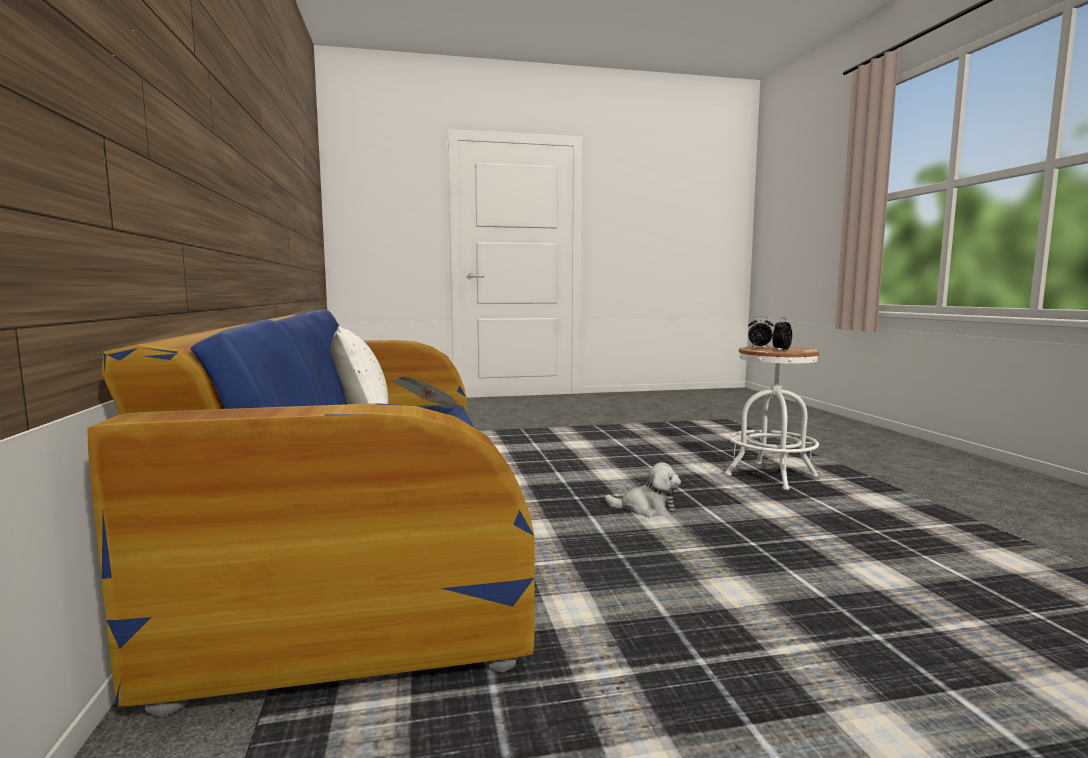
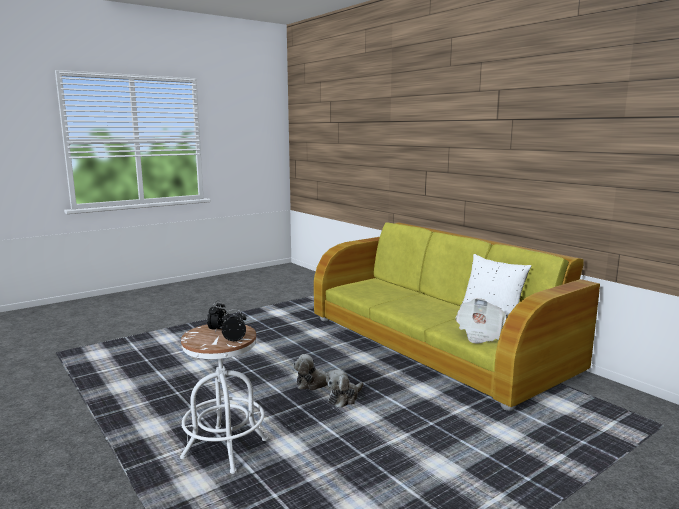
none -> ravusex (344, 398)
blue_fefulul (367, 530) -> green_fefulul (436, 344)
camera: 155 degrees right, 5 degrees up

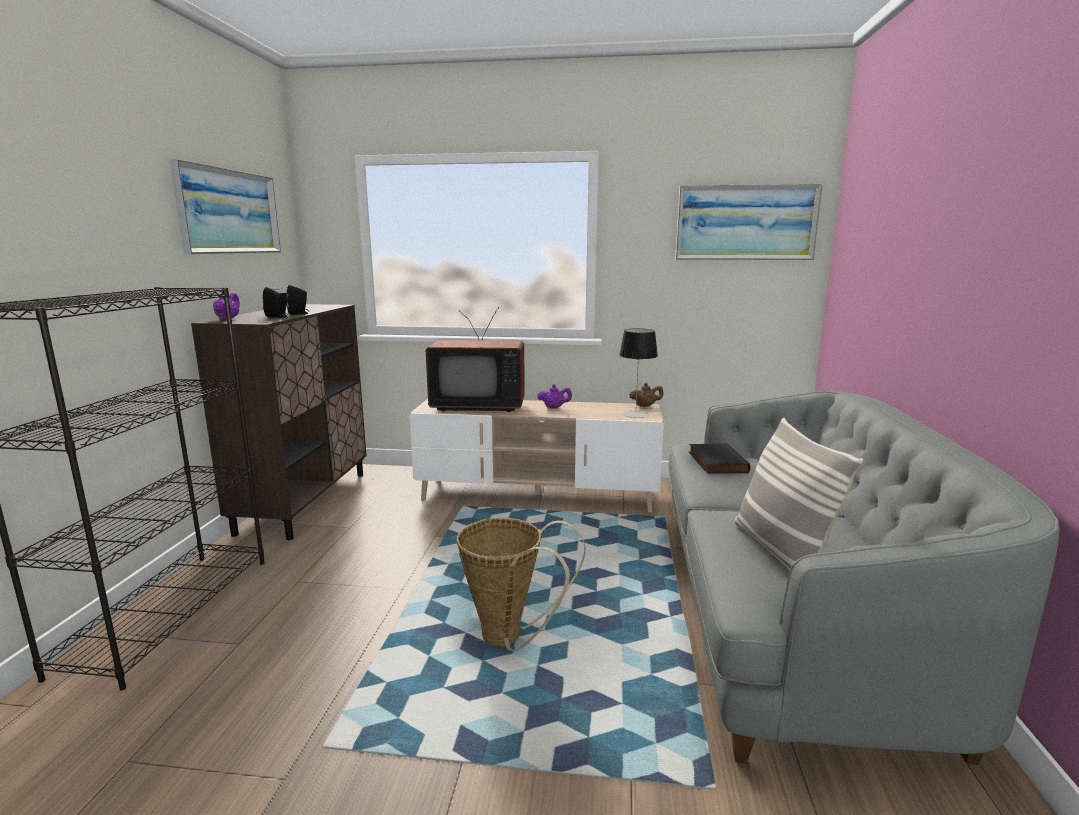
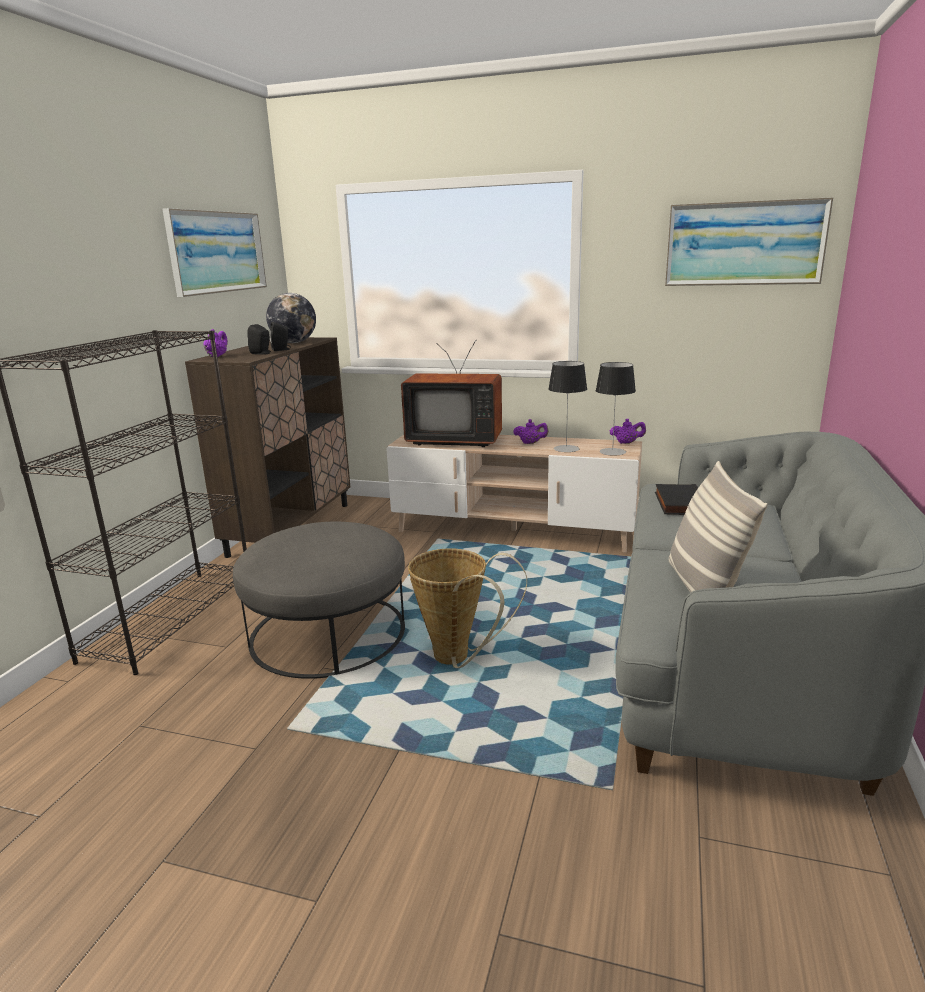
none -> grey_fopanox (328, 632)
none -> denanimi (294, 342)
none -> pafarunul (566, 449)
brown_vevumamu (645, 406) -> purple_vevumamu (627, 443)
camera: 10 degrees right, 5 degrees up

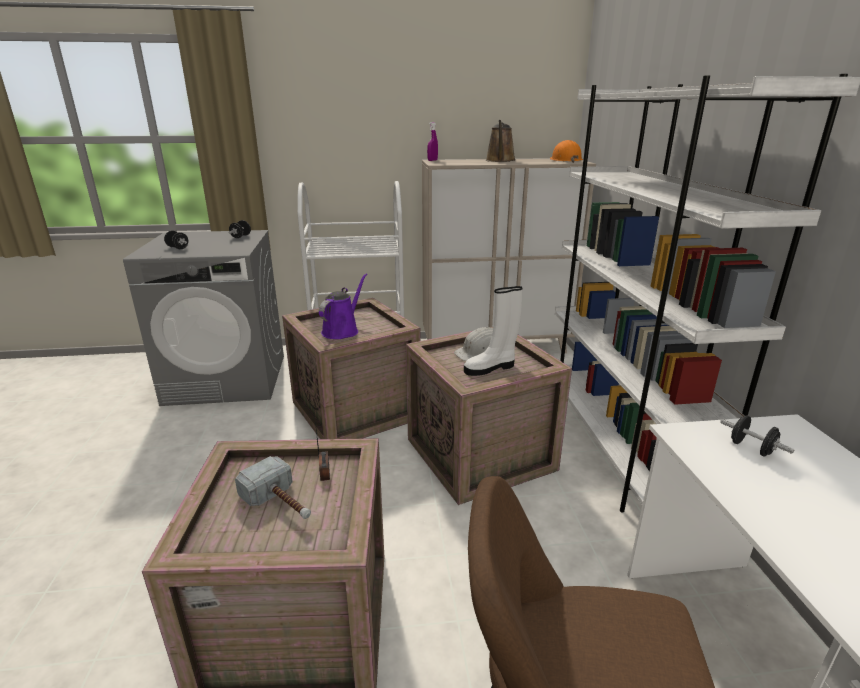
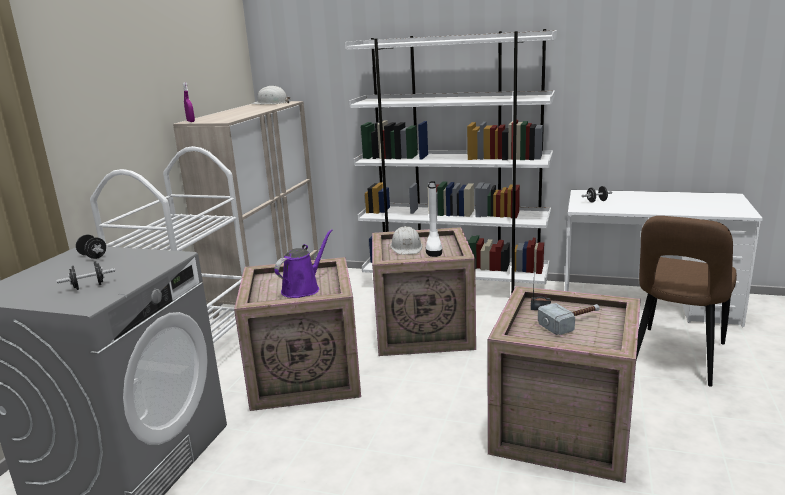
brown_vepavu (500, 161) -> none
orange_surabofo (565, 160) -> white_surabofo (271, 103)
purple_vepavu (342, 330) -> purple_vepavu (303, 289), 75 degrees clockwise
camera: 65 degrees left, 5 degrees down

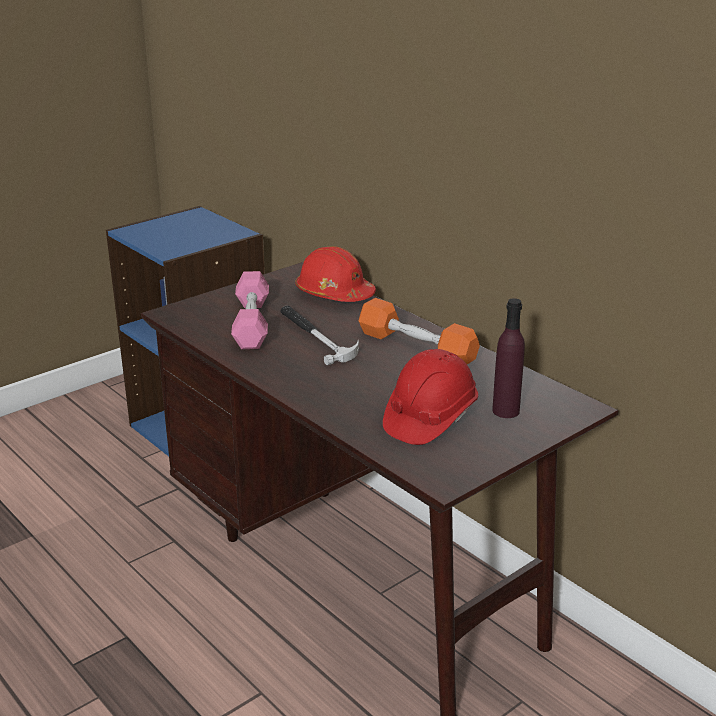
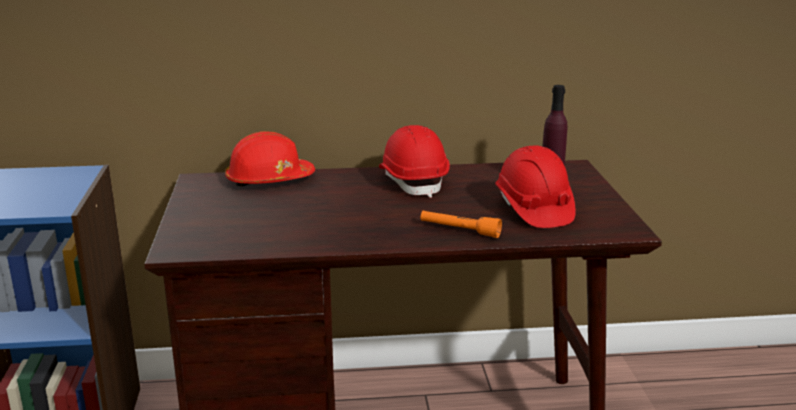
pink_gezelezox (251, 323) -> none
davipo (315, 336) -> none
none -> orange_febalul (459, 230)
orange_gezelezox (416, 347) -> red_surabofo (413, 181)
camera: 55 degrees left, 5 degrees down

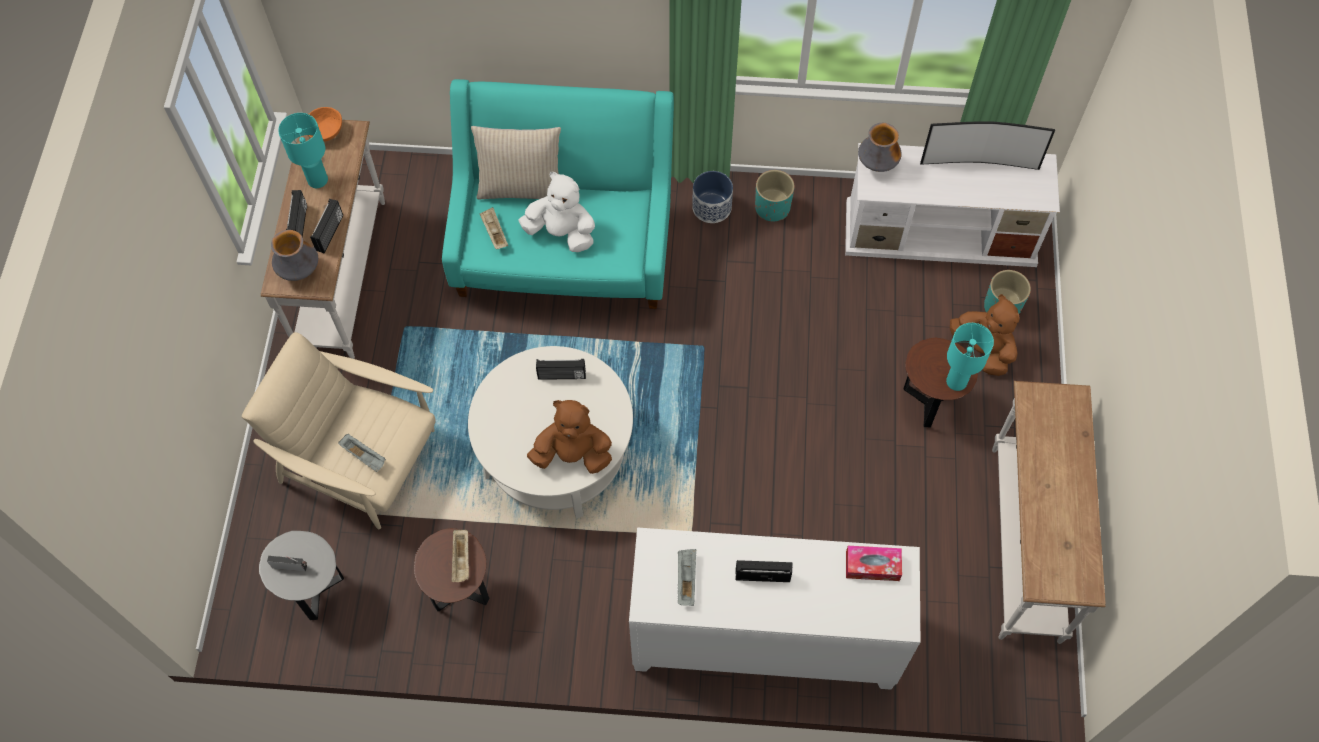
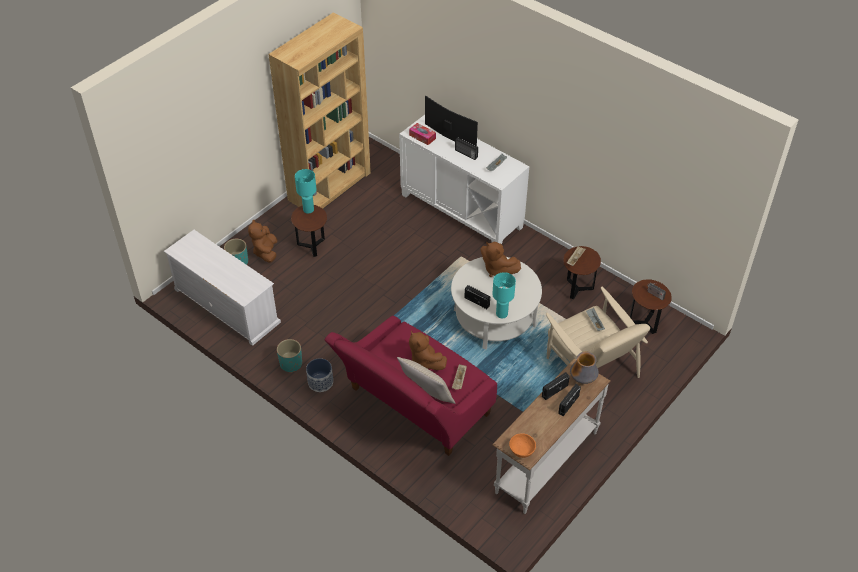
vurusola (876, 165) -> none
turquoise_pafarunul (318, 180) -> turquoise_pafarunul (501, 314), shifted
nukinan (979, 162) -> nukinan (448, 138), shifted
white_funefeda (1023, 542) -> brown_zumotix (330, 186)
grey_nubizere (316, 591) -> brown_nubizere (645, 323)
turquoise_fefulul (564, 247) -> red_fefulul (414, 407)
white_ravusex (561, 233) -> brown_ravusex (424, 361)
camera: 145 degrees left, 15 degrees down

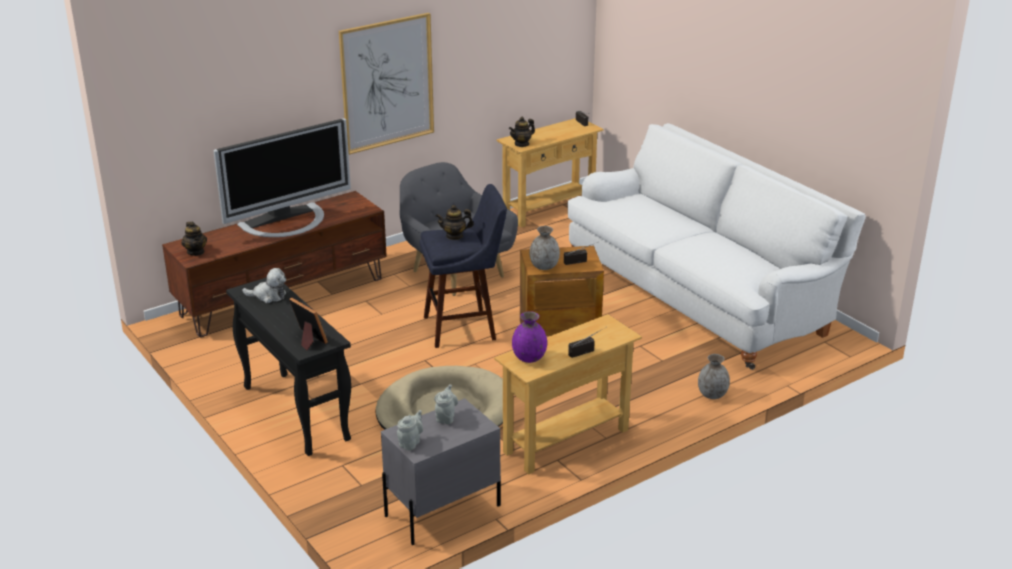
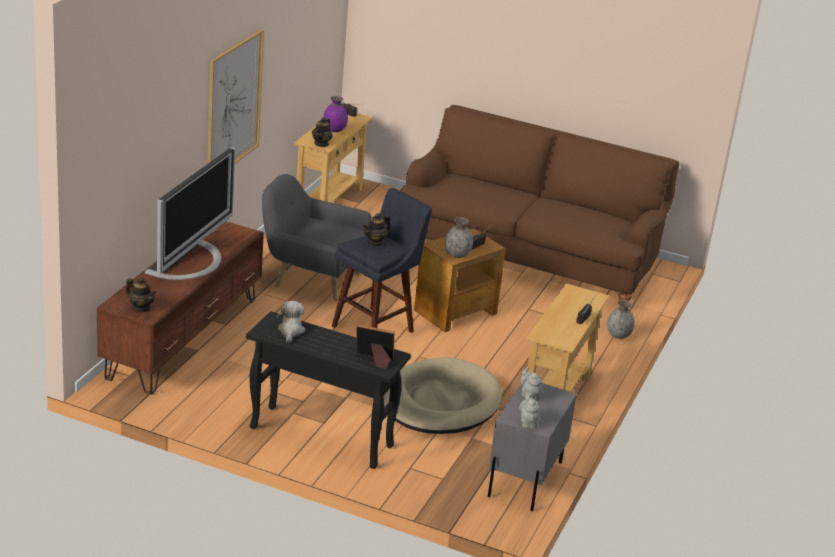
purple_vurusola (529, 358) -> purple_vurusola (334, 130), shifted
white_fefulul (699, 295) -> brown_fefulul (528, 256)
ravusex (268, 296) -> ravusex (291, 331), 60 degrees counterclockwise
camera: 35 degrees left, 0 degrees up

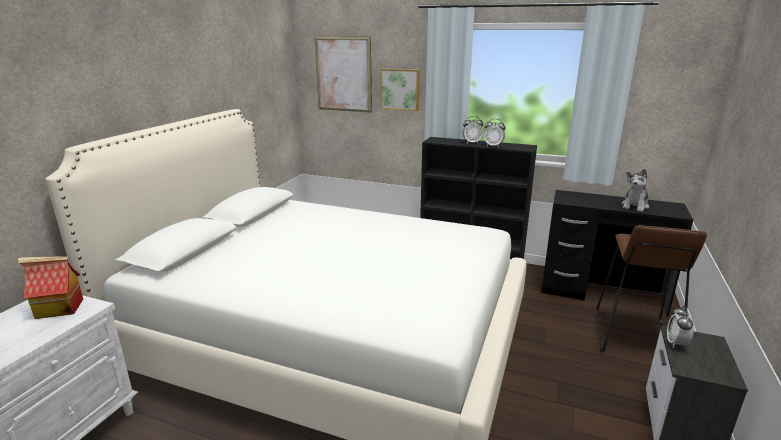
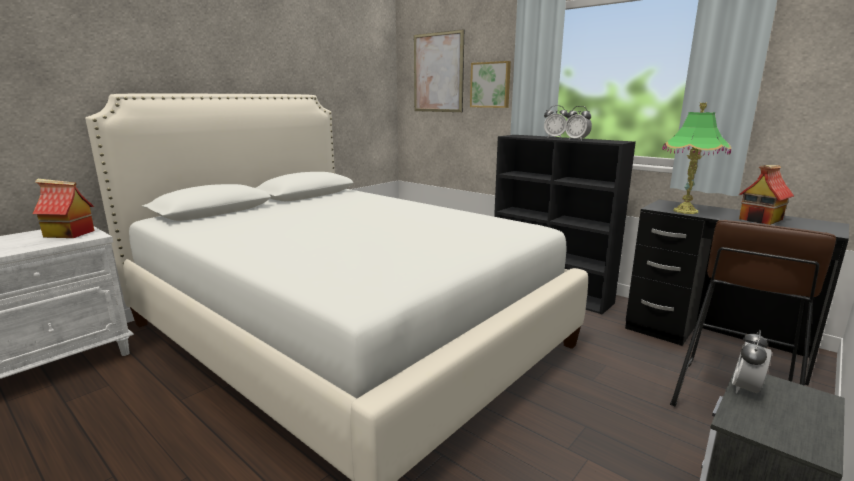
none -> pafarunul (685, 211)
ravusex (635, 206) -> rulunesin (761, 219)
camera: 20 degrees right, 5 degrees down

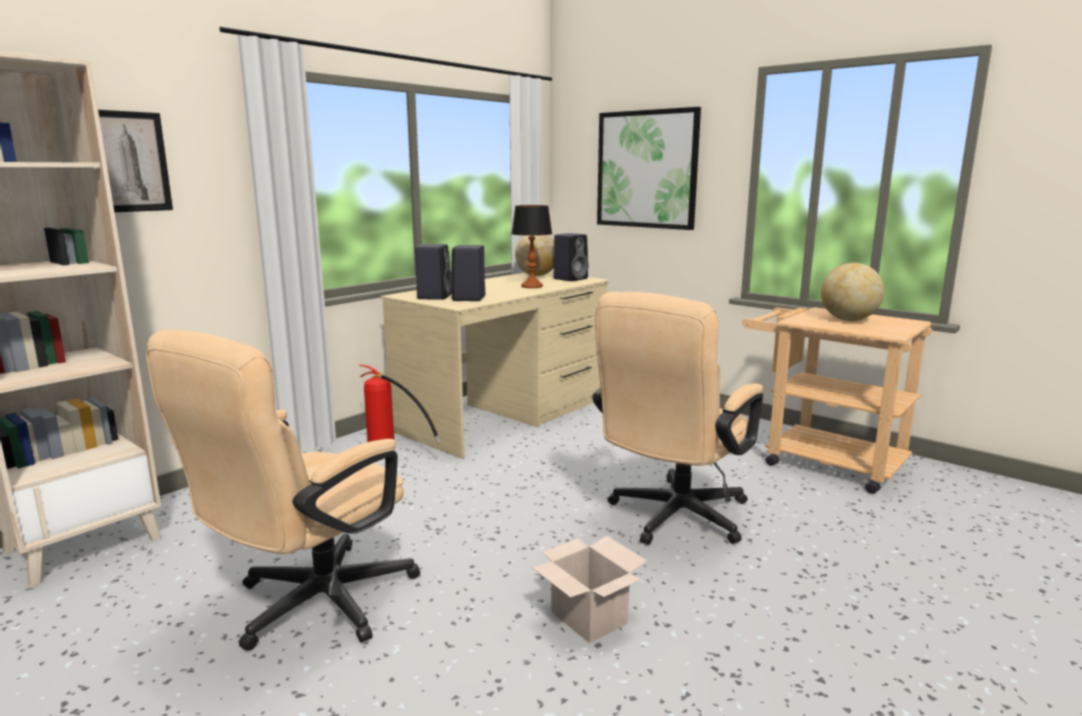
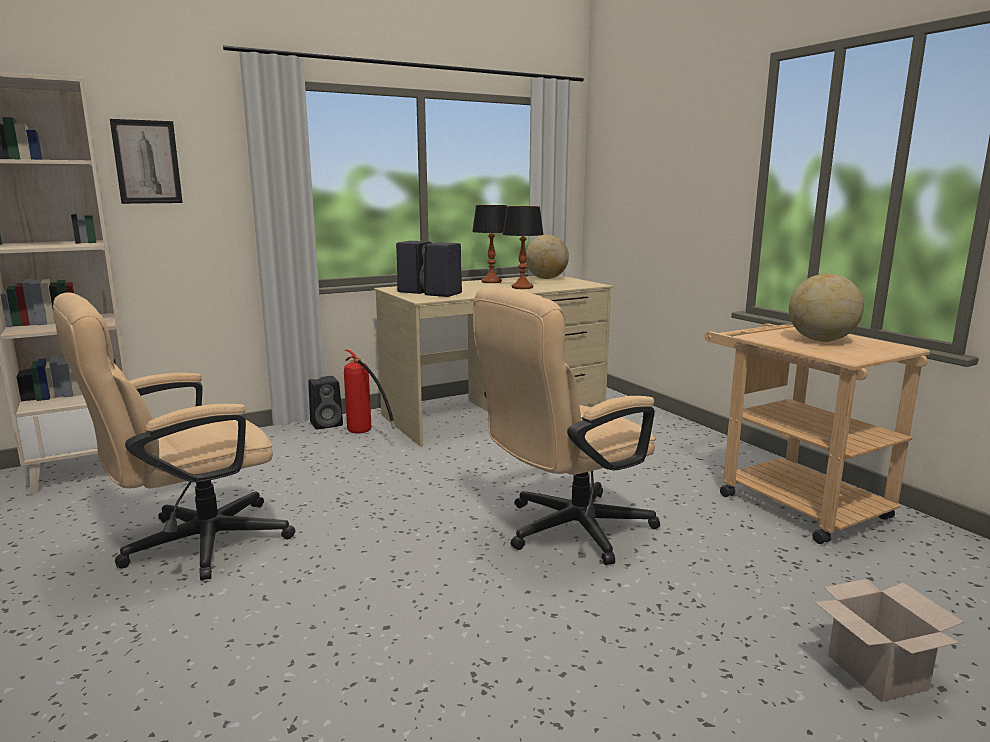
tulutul (646, 169) -> none
none -> pafarunul (491, 281)
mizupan (586, 617) -> mizupan (874, 671), shifted
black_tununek (571, 278) -> black_tununek (327, 424), shifted
camera: 20 degrees right, 0 degrees up

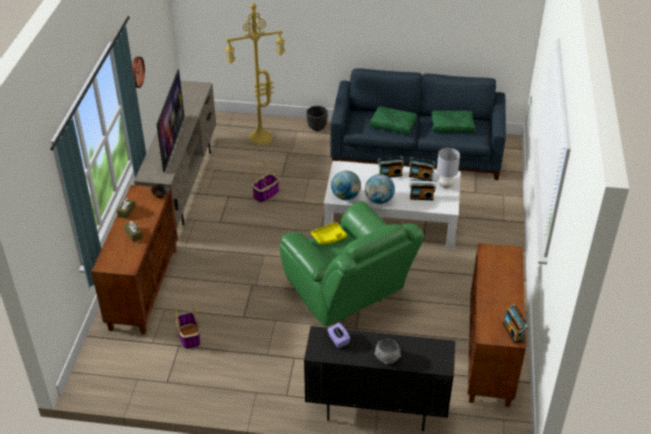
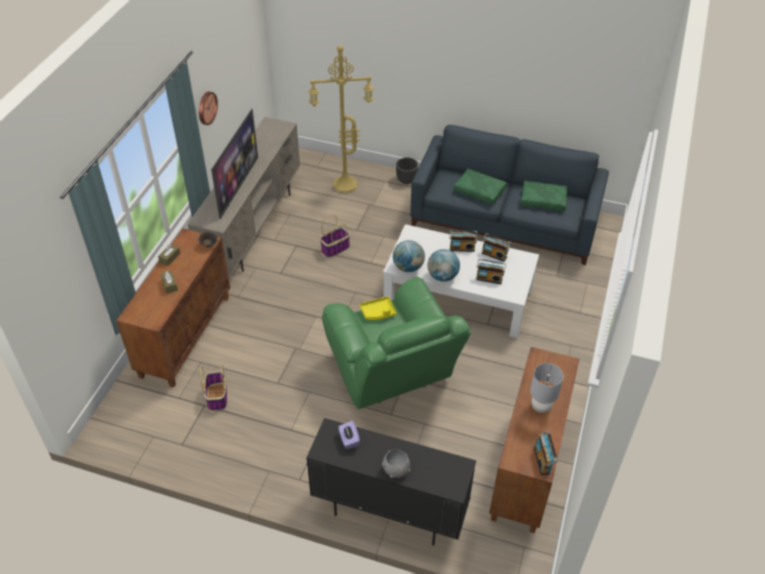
grey_pafarunul (445, 185) -> grey_pafarunul (541, 407), shifted
camera: 10 degrees right, 5 degrees up

